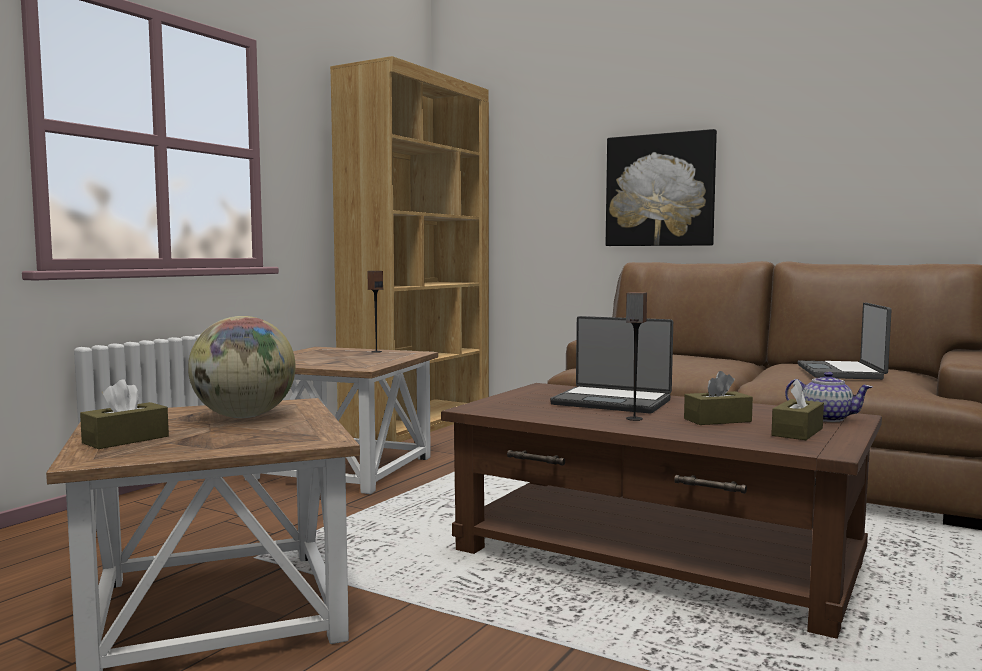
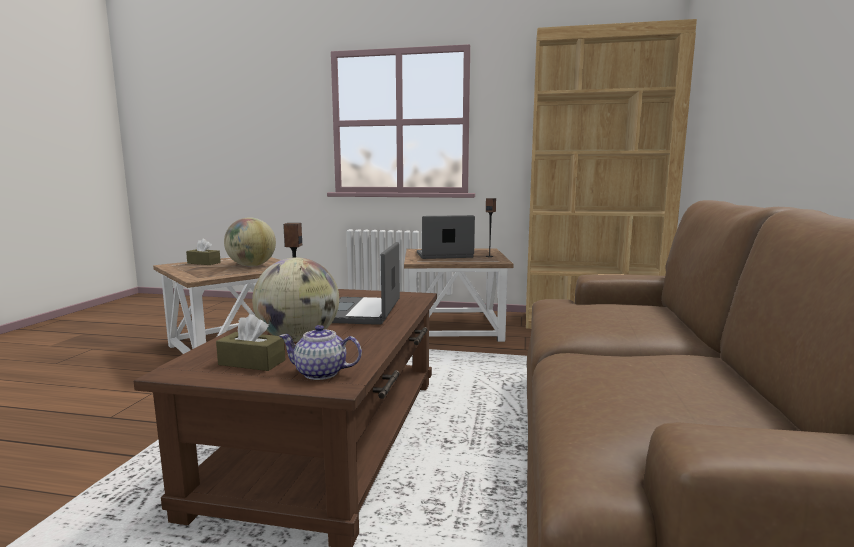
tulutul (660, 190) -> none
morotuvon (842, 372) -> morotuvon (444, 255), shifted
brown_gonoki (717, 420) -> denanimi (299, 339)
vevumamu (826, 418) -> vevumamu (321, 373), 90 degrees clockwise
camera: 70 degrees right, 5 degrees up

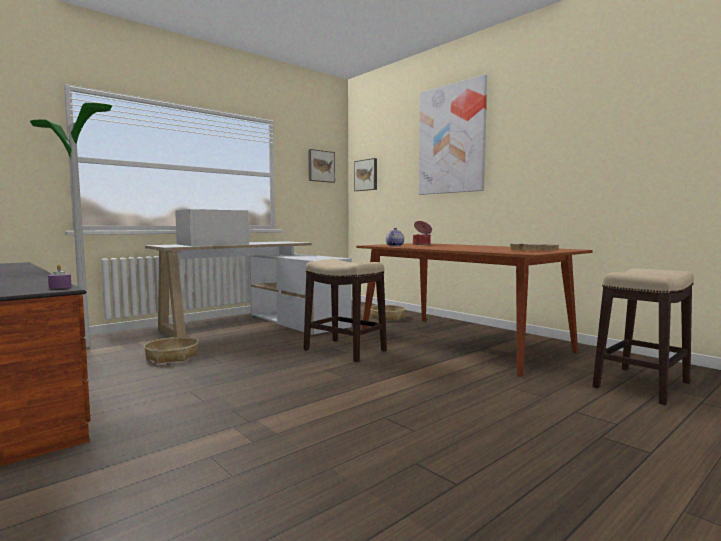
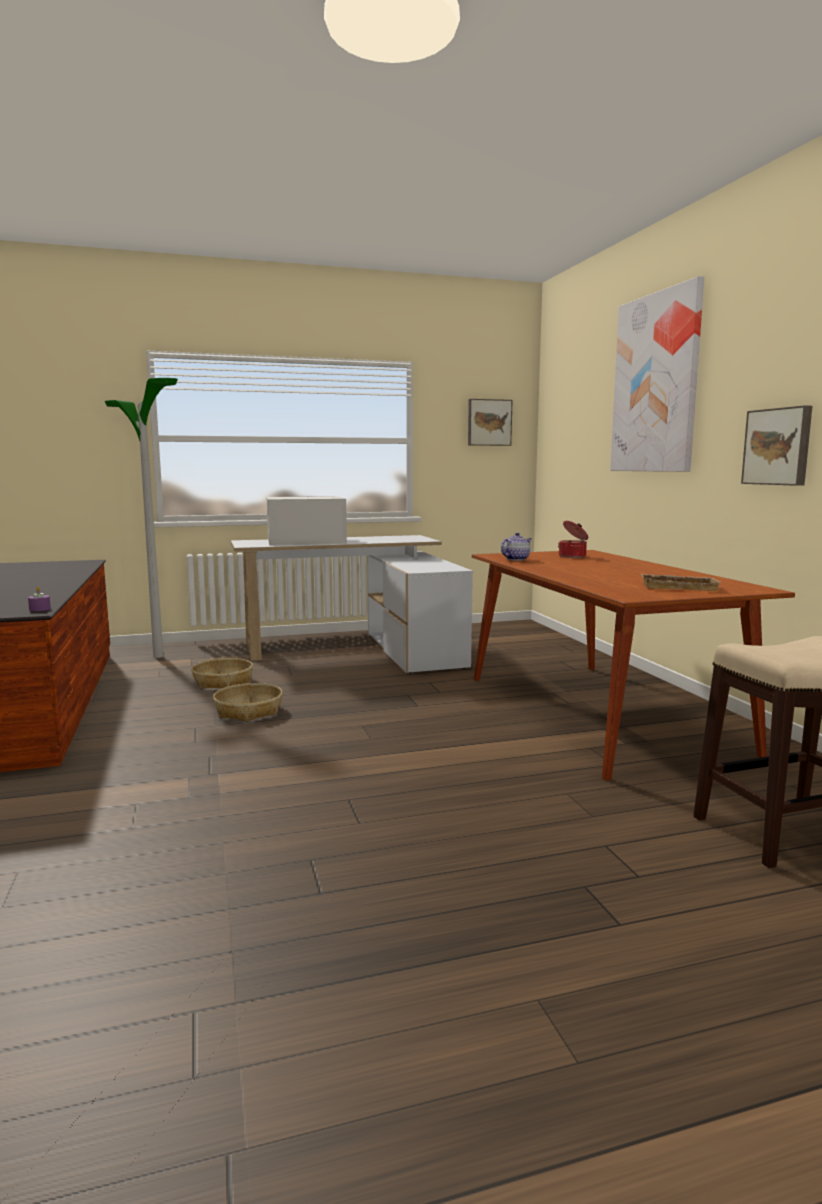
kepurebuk (344, 350) -> none
tulutul (366, 175) -> tulutul (778, 446), shifted
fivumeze (387, 317) -> fivumeze (249, 711), shifted
camera: 25 degrees right, 5 degrees up

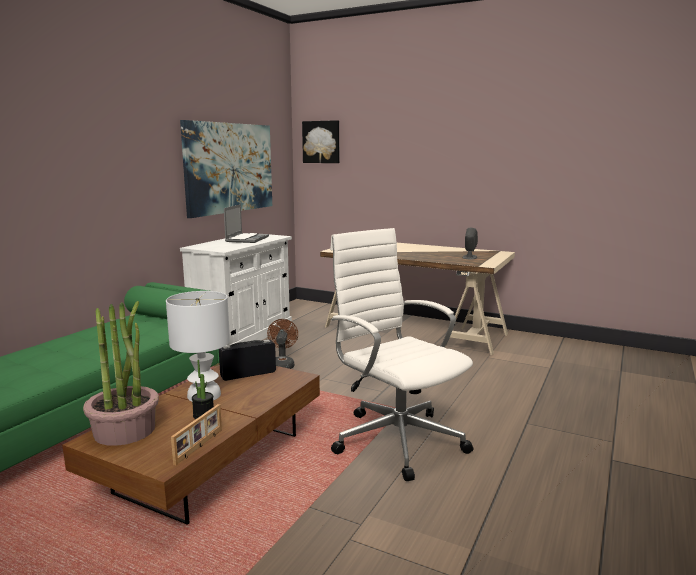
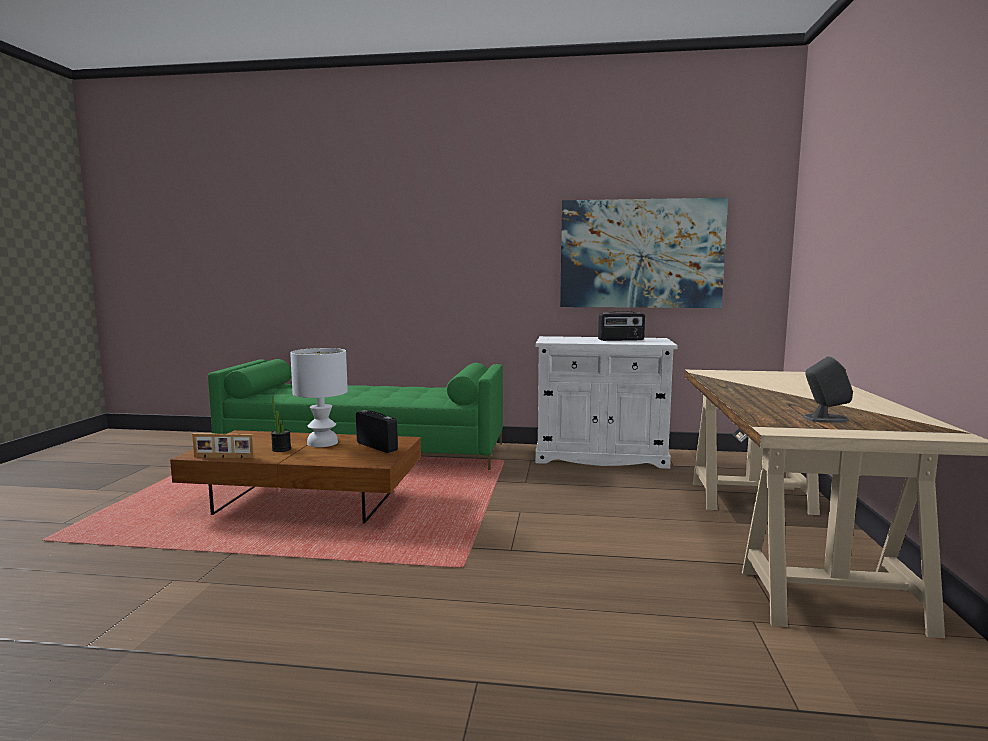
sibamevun (125, 430) -> none
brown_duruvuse (282, 364) -> none
tulutul (321, 142) -> none
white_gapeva (396, 439) -> none
morotuvon (247, 239) -> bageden (621, 340)
camera: 70 degrees right, 5 degrees down

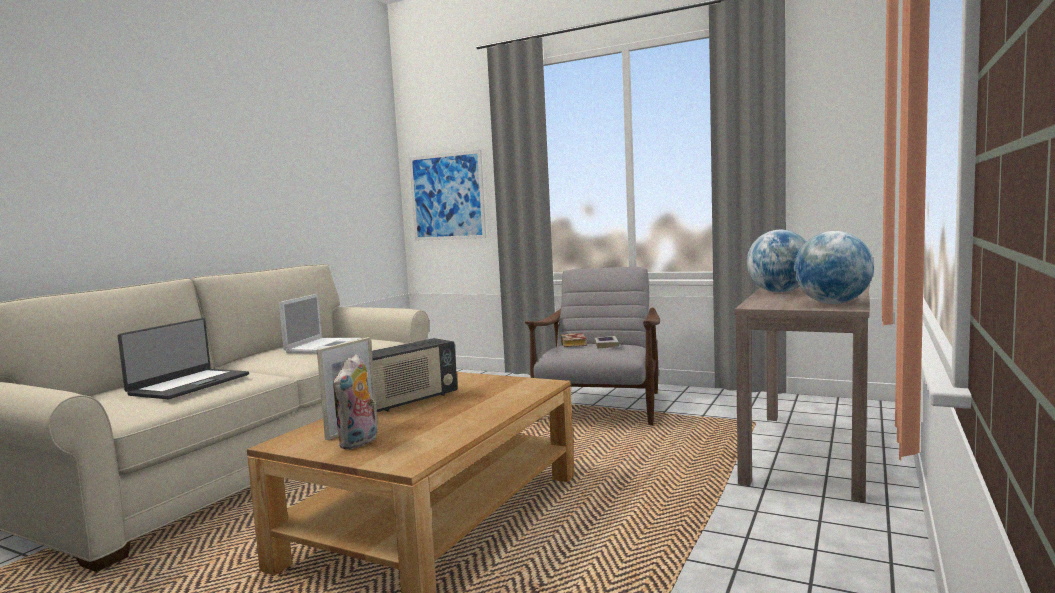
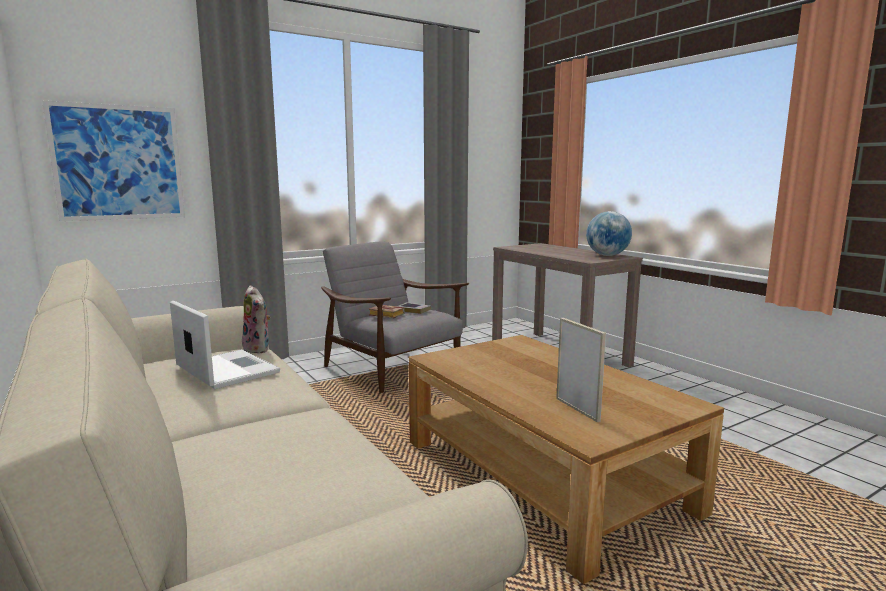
morotuvon (188, 384) -> none
bageden (410, 401) -> none
denanimi (779, 292) -> none
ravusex (359, 443) -> ravusex (259, 349), shifted
camera: 60 degrees left, 5 degrees up

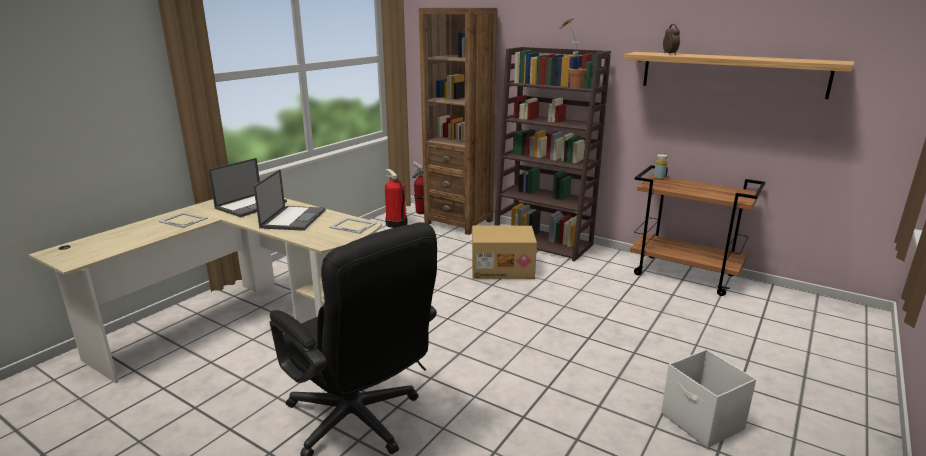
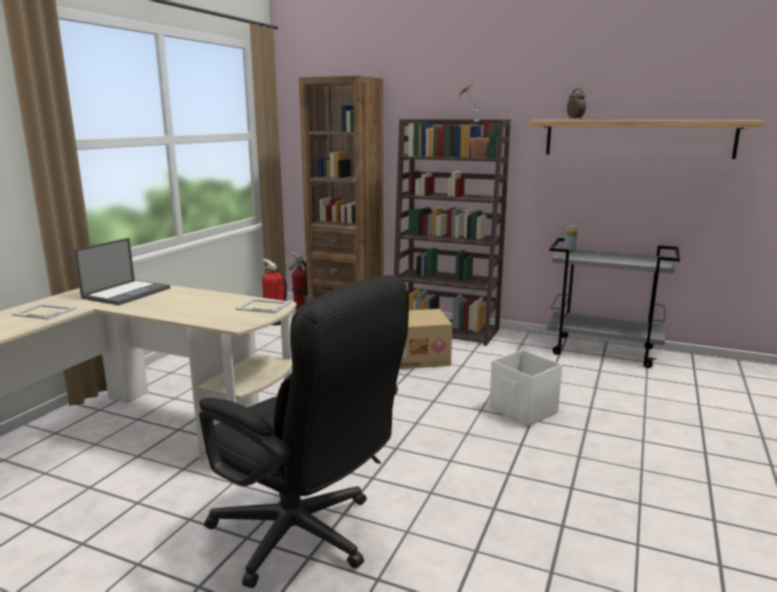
morotuvon (293, 218) -> none
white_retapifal (702, 422) -> white_retapifal (523, 411), shifted
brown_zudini (685, 275) -> grey_zudini (604, 351)
camera: 10 degrees left, 5 degrees down

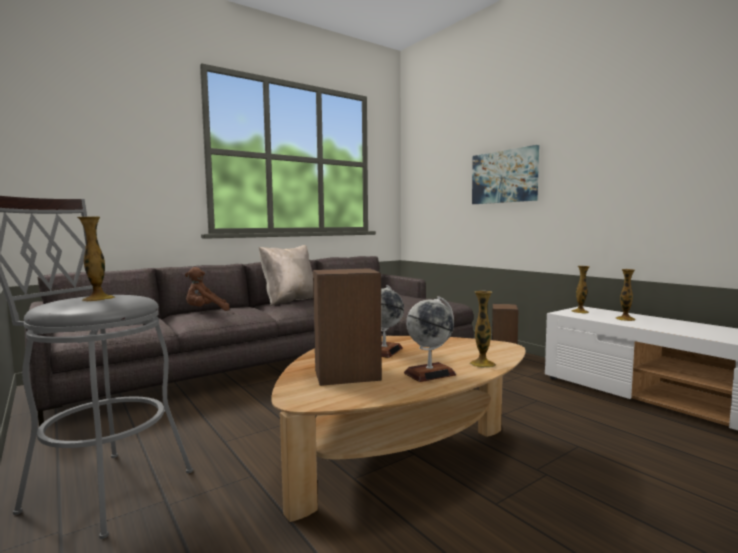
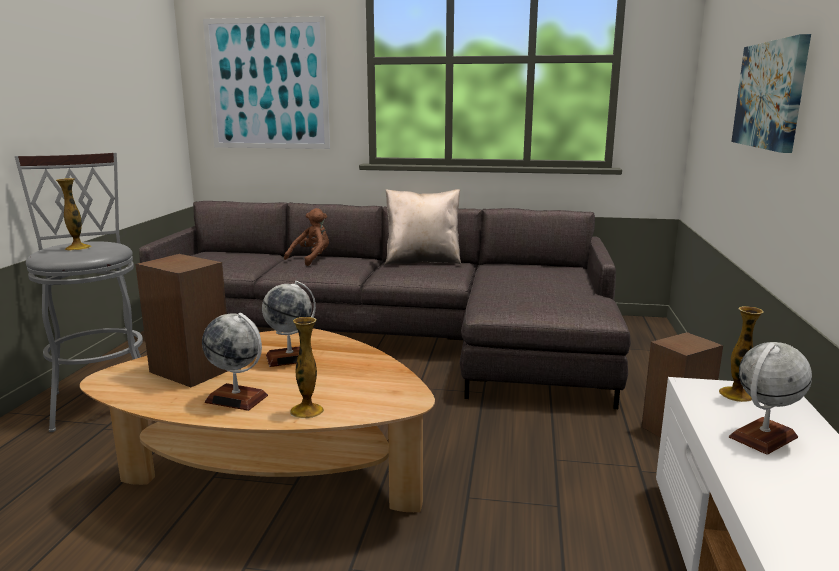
none -> tulutul (267, 84)
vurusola (625, 319) -> denanimi (763, 437)
brown_ravusex (205, 311) -> brown_ravusex (311, 259), 105 degrees clockwise
camera: 45 degrees right, 10 degrees up

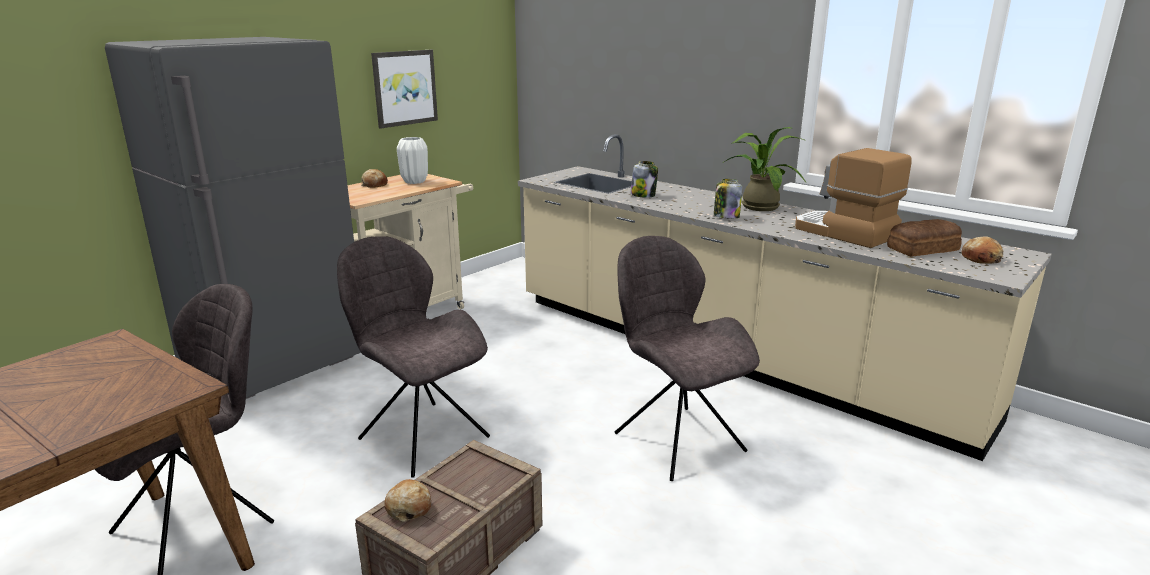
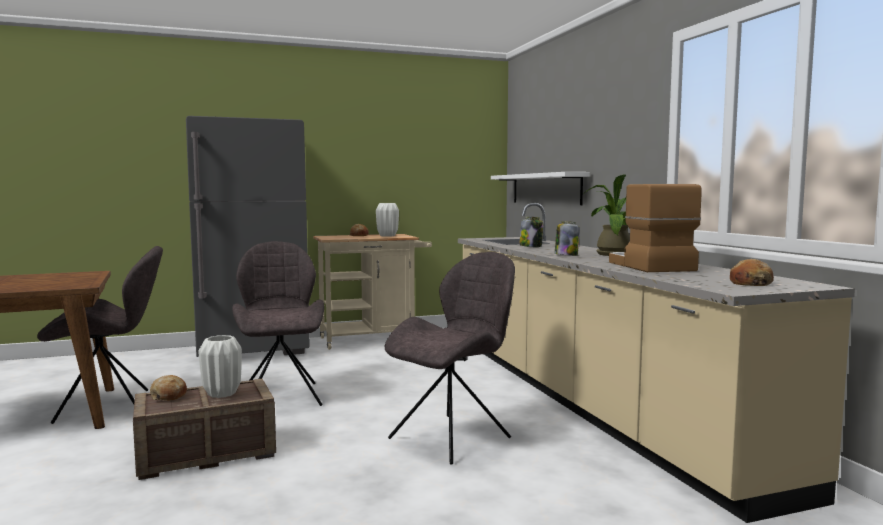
tulutul (404, 88) -> none
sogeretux (924, 249) -> none
none -> white_vurusola (222, 394)
none -> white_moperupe (545, 189)
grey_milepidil (676, 439) -> grey_milepidil (453, 437), 45 degrees clockwise
camera: 30 degrees right, 15 degrees down

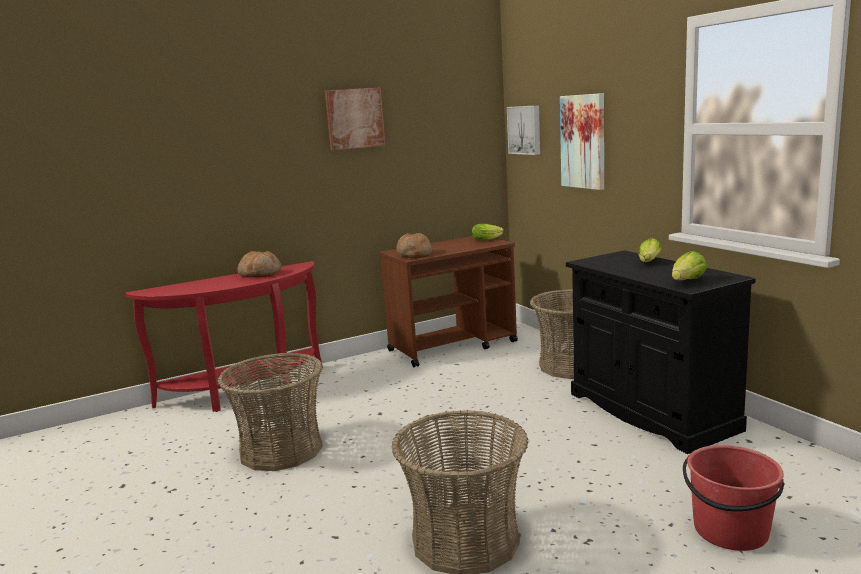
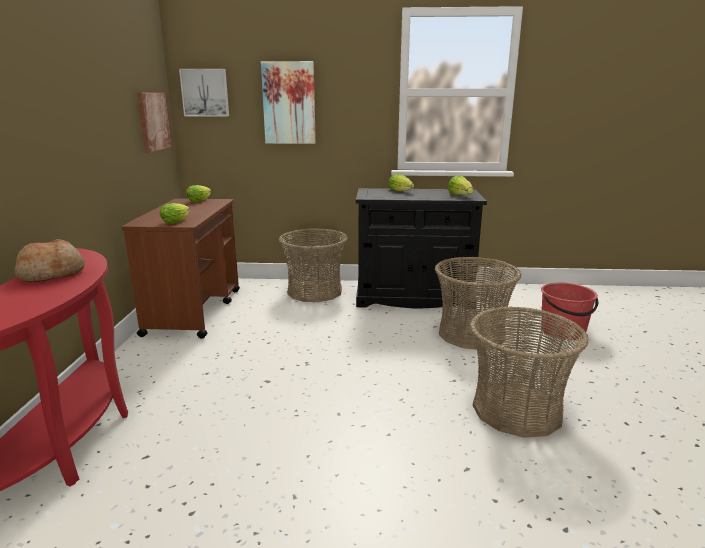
fivumeze (281, 450) -> fivumeze (471, 334), shifted
tulutul (355, 118) -> tulutul (152, 121), shifted
sogeretux (414, 254) -> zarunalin (177, 221)
camera: 60 degrees left, 5 degrees up

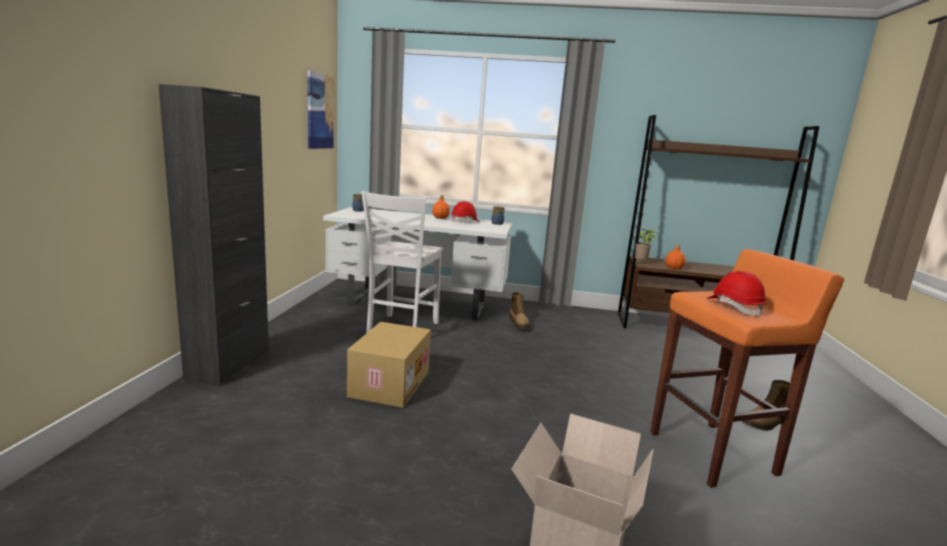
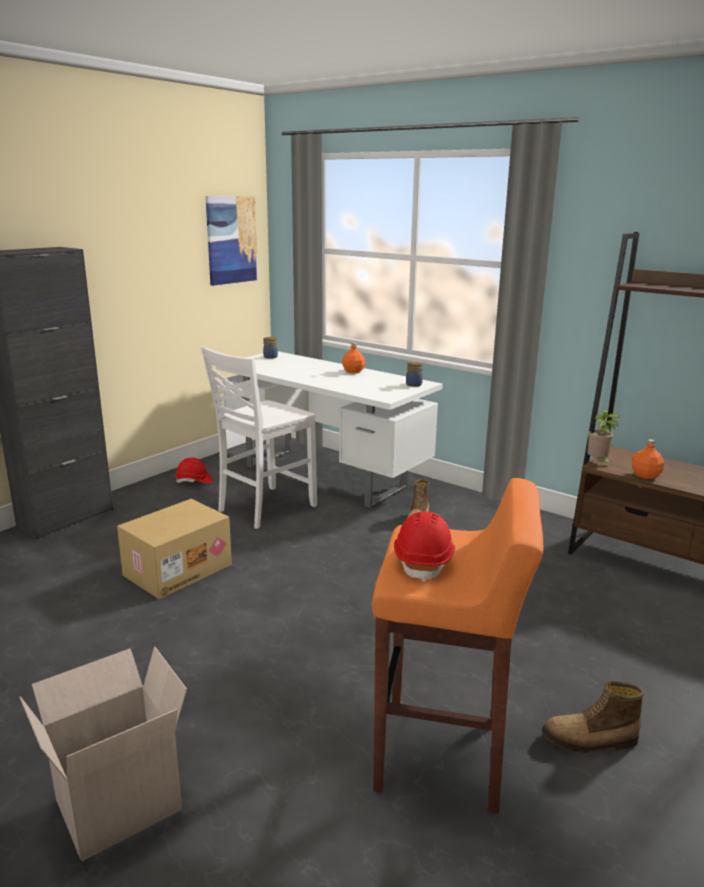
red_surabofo (465, 221) -> red_surabofo (194, 481), shifted
camera: 30 degrees right, 5 degrees up

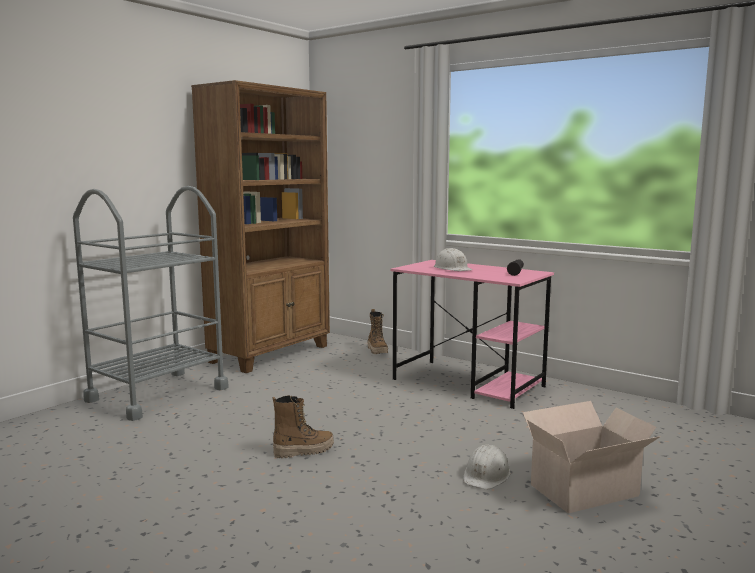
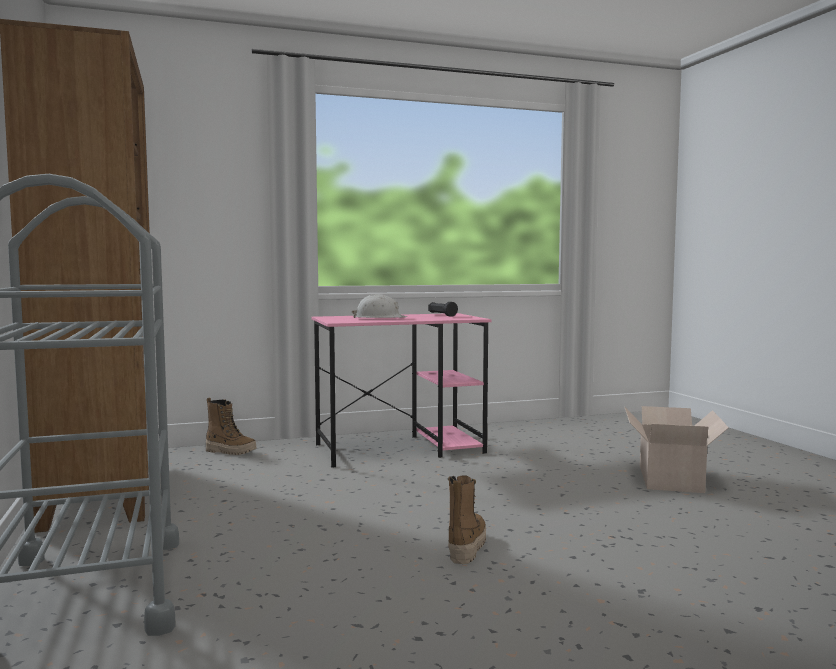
white_surabofo (486, 475) -> none
camera: 55 degrees left, 5 degrees down

